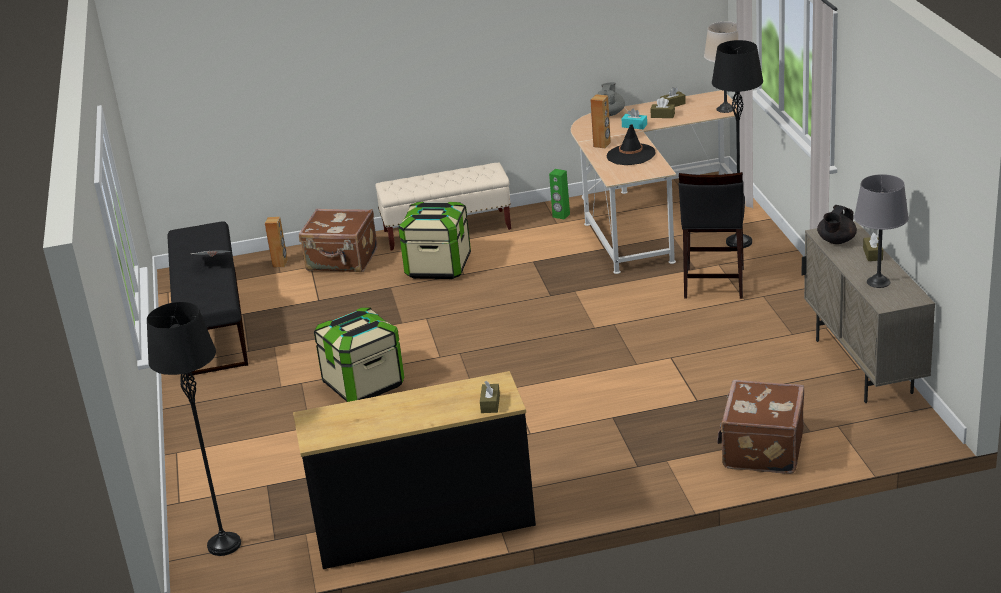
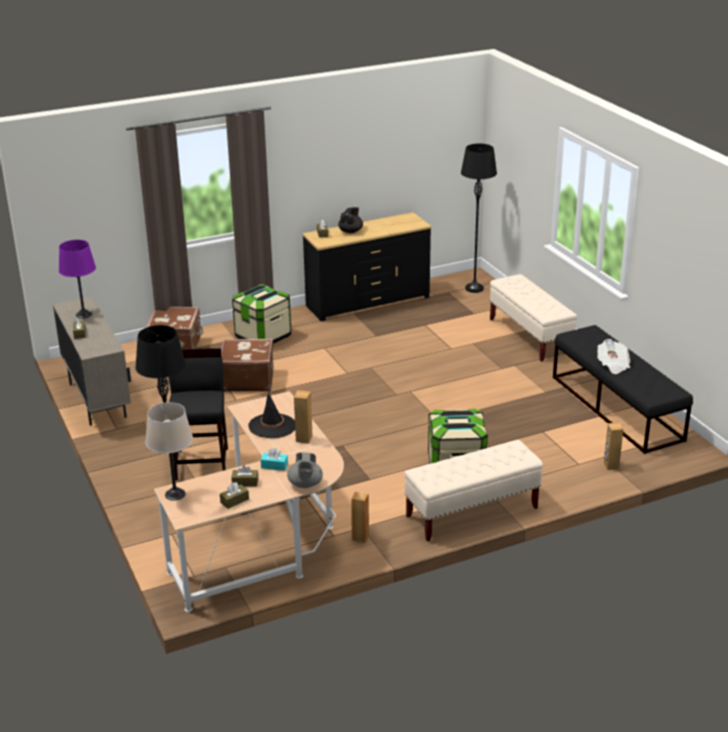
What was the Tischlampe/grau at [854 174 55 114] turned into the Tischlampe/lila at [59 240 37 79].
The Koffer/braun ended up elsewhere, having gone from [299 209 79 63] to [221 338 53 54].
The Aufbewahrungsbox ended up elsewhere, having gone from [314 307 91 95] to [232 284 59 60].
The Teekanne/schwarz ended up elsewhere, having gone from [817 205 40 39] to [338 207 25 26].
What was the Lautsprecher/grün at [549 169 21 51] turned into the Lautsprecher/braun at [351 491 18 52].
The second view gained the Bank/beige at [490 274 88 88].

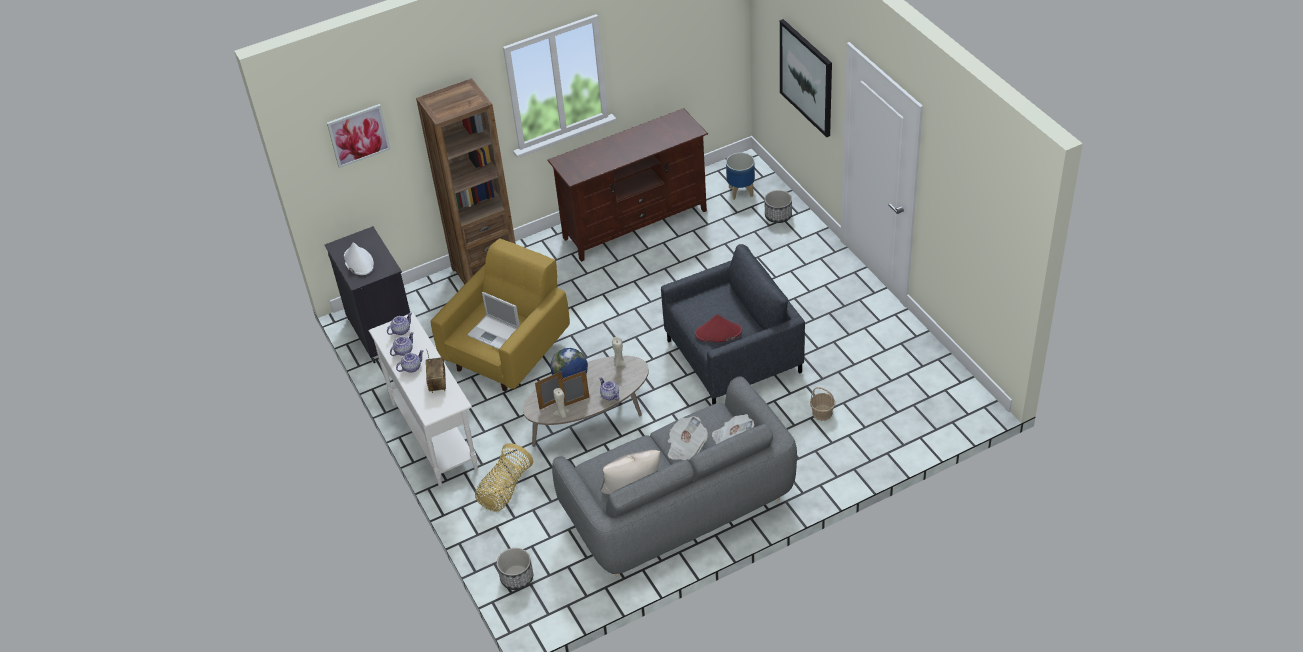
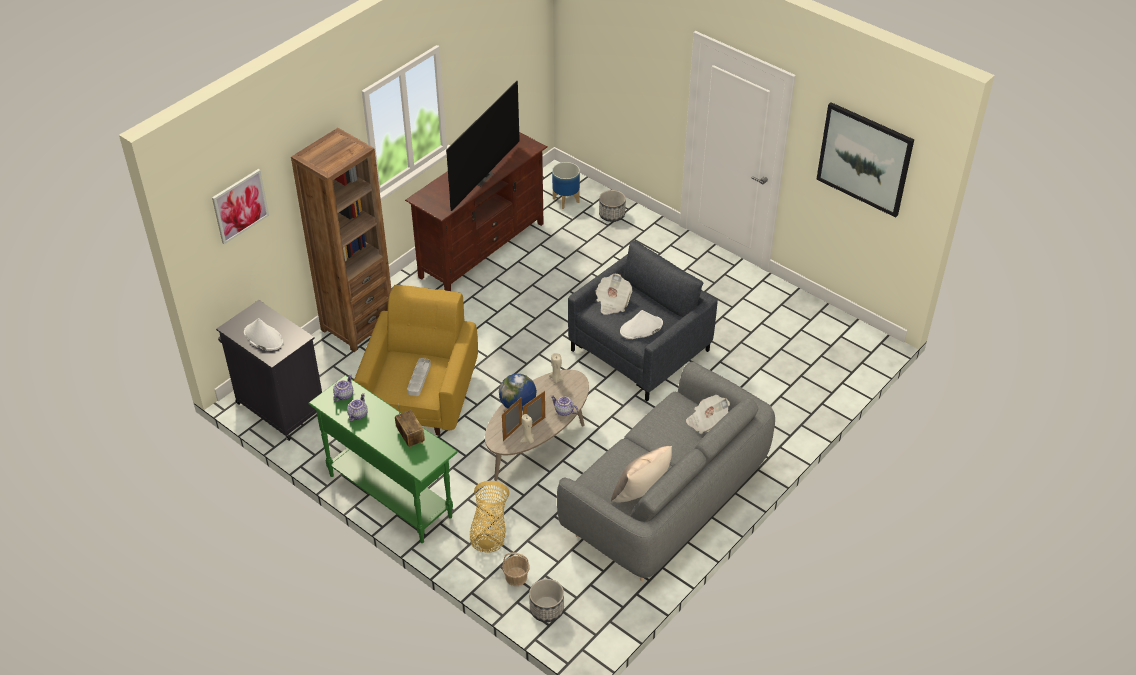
What was the Konsolentisch/weiß at [369 312 109 174] turned into the Konsolentisch/grün at [308 375 150 168].
Where the Laptop stood at [467 292 53 57], the Tablett/grau came to stand at [407 358 24 38].
The second view gained the Fernseher at [446 81 74 130].
The Korb ended up elsewhere, having gone from [810 387 25 34] to [502 552 28 34].
The Zeitung ended up elsewhere, having gone from [668 416 40 44] to [595 274 37 41].
What was the Hut/rot at [695 314 47 28] turned into the Hut/weiß at [620 310 43 29].
The Bild ended up elsewhere, having gone from [780 19 52 119] to [816 102 98 116].
The second view lost the Teekanne at [396 350 28 23].

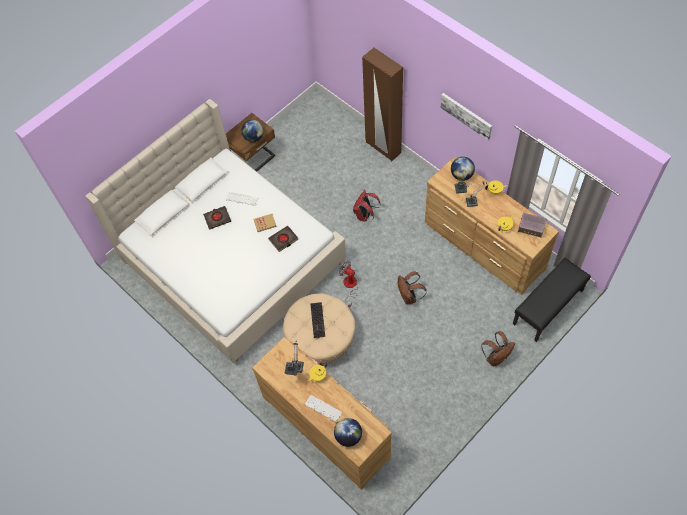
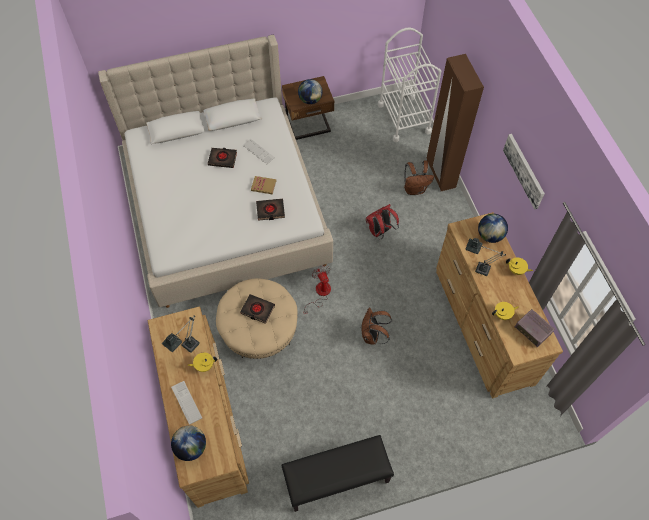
Where the Tastatur stood at [310 302 15 36], the Buch/schwarz came to stand at [241 294 34 30].
The Bank/schwarz ended up elsewhere, having gone from [513 258 78 84] to [281 435 113 77].
The second view gained the Rollwagen/weiß at [378 27 63 115].
The Rucksack/braun ended up elsewhere, having gone from [481 331 34 35] to [404 160 30 35].

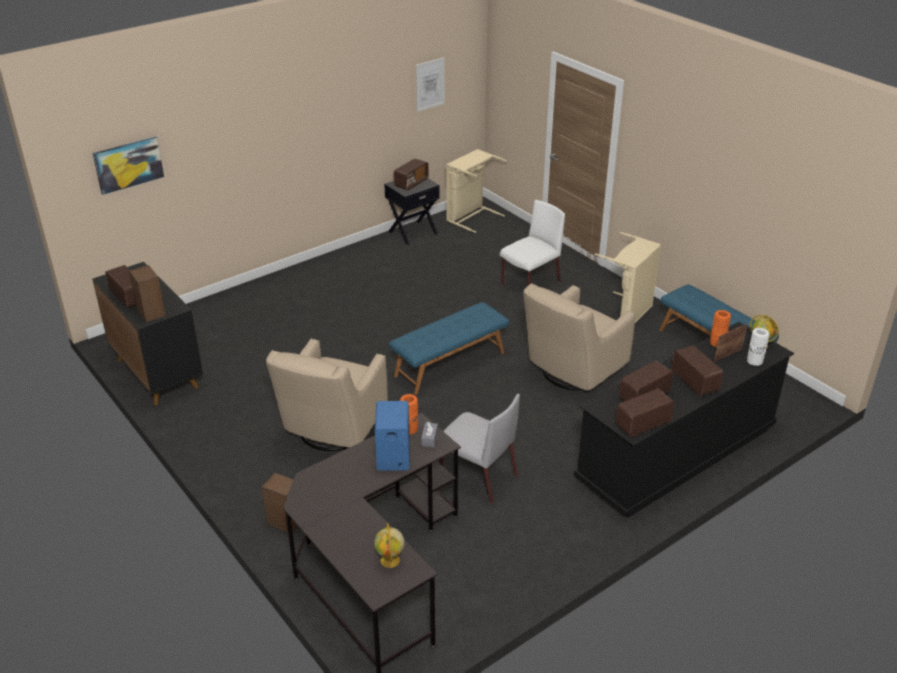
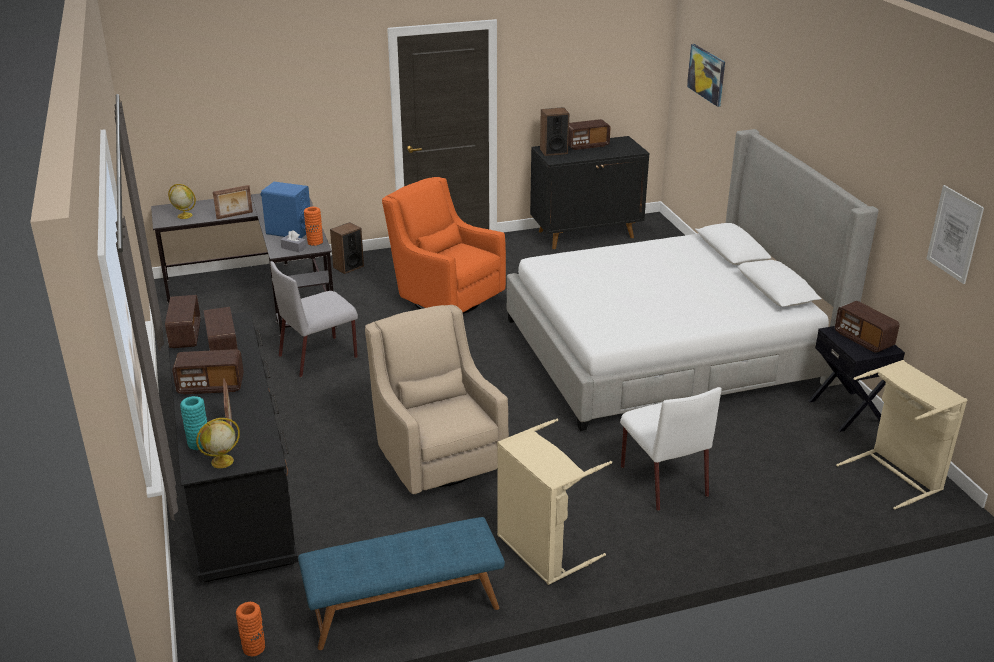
What was the Vase/weiß at [747 328 22 38] turned into the Vase/türkis at [180 396 27 54].
The second view gained the Bilderrahmen at [213 185 40 34].
The Vase/orange ended up elsewhere, having gone from [710 310 21 37] to [236 602 29 54].
What was the Sessel/beige at [266 339 122 112] turned into the Sessel/orange at [382 177 124 137].
The second view gained the Bett at [507 129 371 302].
The second view lost the Bank/blau at [389 302 120 93].

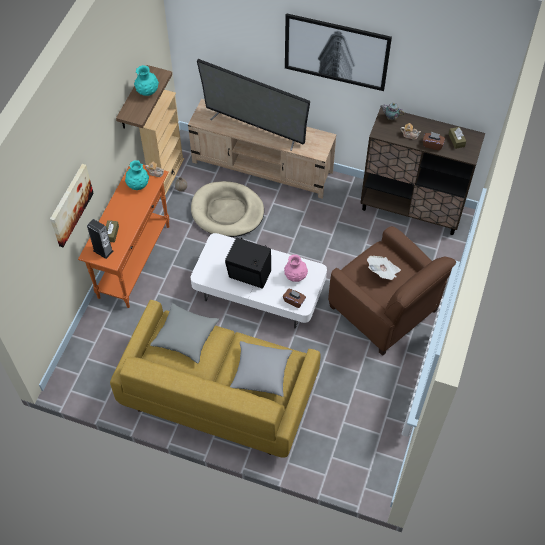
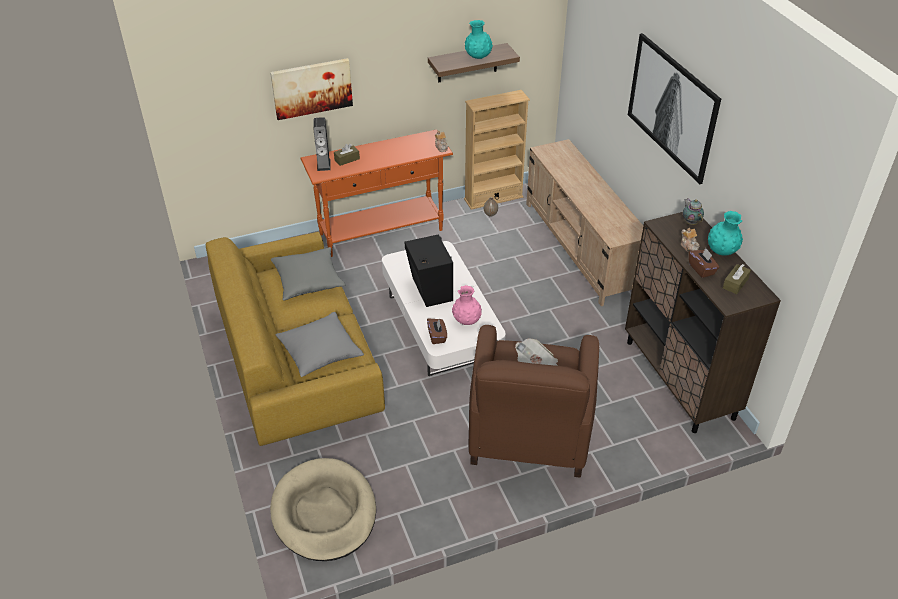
The Hundebett/beige ended up elsewhere, having gone from [191 181 73 56] to [270 458 106 103].
The Vase/türkis ended up elsewhere, having gone from [125 160 24 30] to [708 211 35 44].
The second view lost the Fernseher at [197 59 113 92].

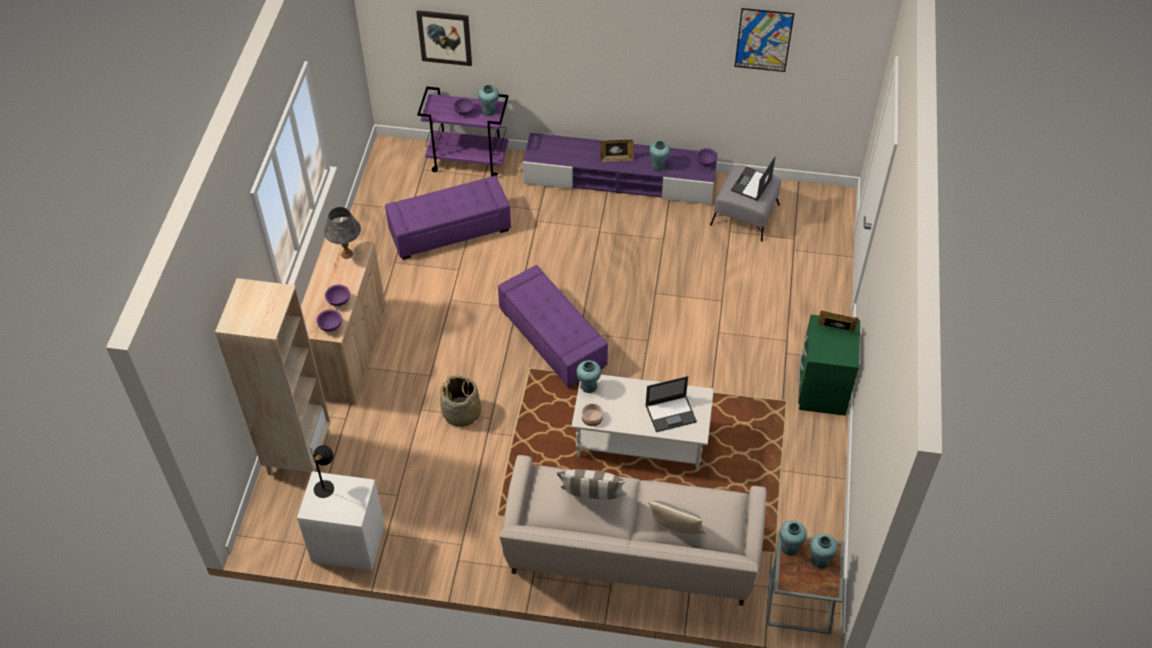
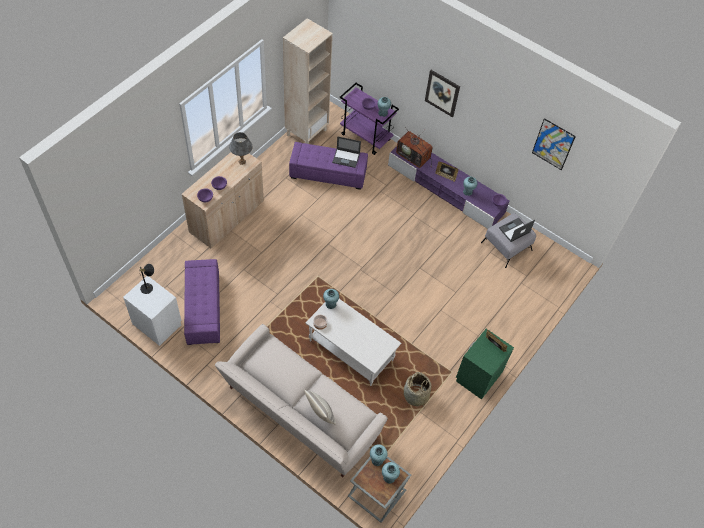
The Polsterhocker/lila ended up elsewhere, having gone from [498 265 110 123] to [184 259 36 86].
The Bücherregal/beige ended up elsewhere, having gone from [215 278 115 199] to [283 18 50 126].
The Laptop ended up elsewhere, having gone from [646 376 51 56] to [332 136 29 32].
The second view gained the Fernseher at [396 127 37 41].
The Korb ended up elsewhere, having gone from [440 376 41 51] to [404 372 28 35].
The Bild ended up elsewhere, having gone from [416 10 56 56] to [425 70 35 47].
The second view lost the Kissen at [556 469 71 31].

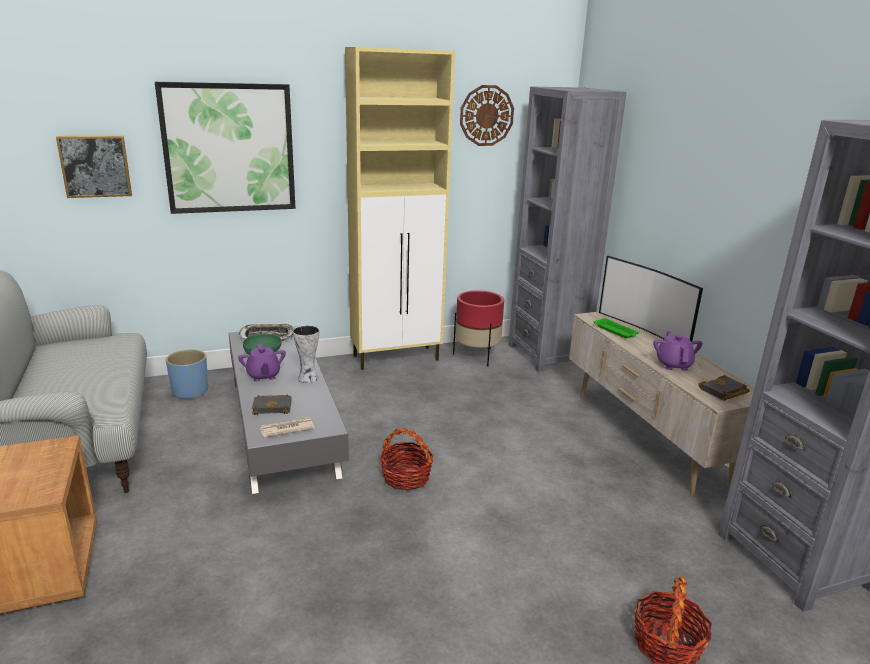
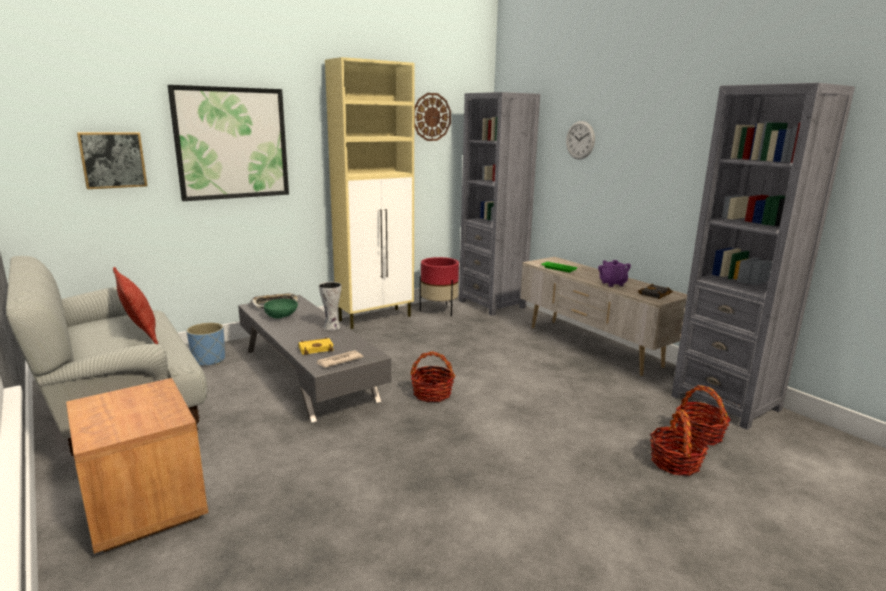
The second view gained the Kissen at [113 267 45 77].
What was the Buch/schwarz at [252 394 40 21] turned into the Buch/gelb at [299 337 35 18].
The second view gained the Wanduhr at [566 121 29 39].
The second view gained the Korb at [676 385 55 60].
The second view lost the Teekanne/lila at [238 344 48 38].
The second view lost the Fernseher at [599 256 104 86].

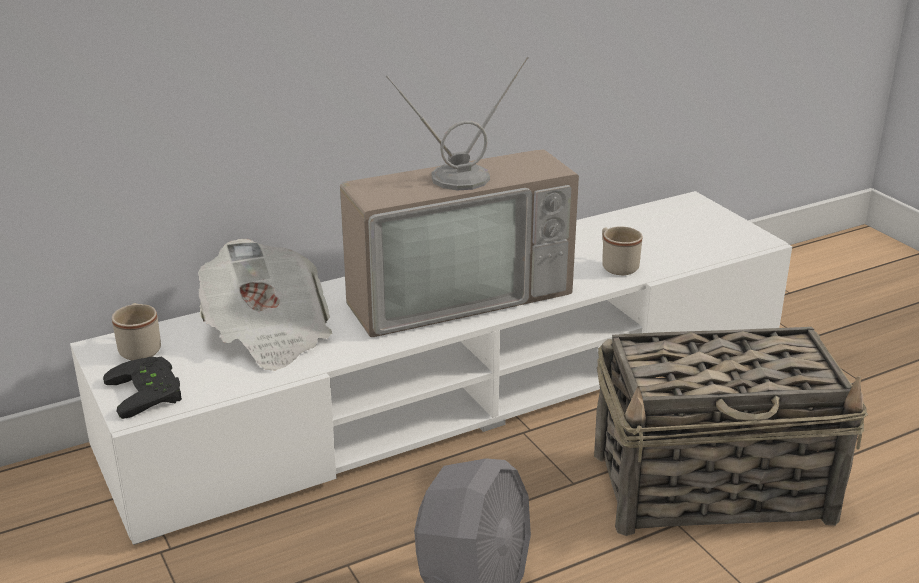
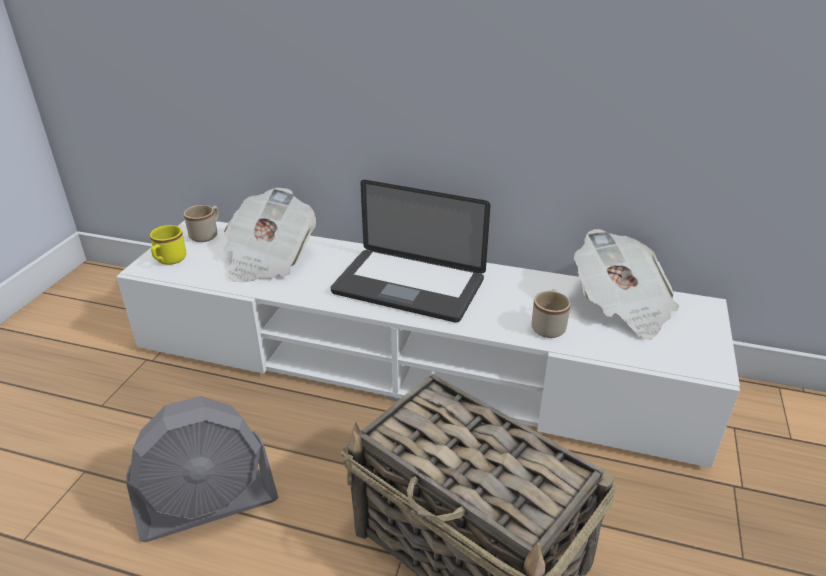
Where the Gamepad/schwarz stood at [103 357 79 62], the Henkelbecher/gelb came to stand at [150 225 36 40].
Where the Fernseher stood at [340 57 239 280], the Laptop came to stand at [331 180 160 143].
The second view gained the Zeitung at [574 229 105 111].

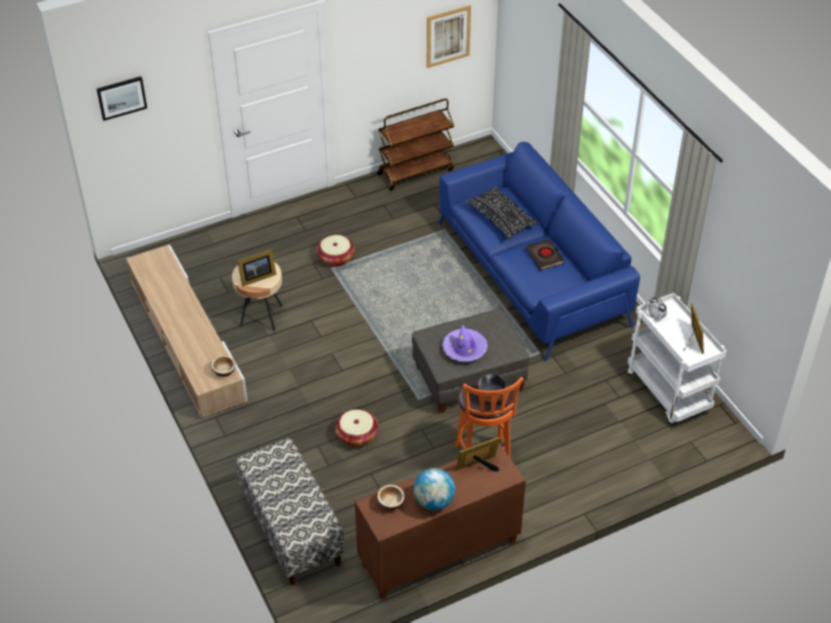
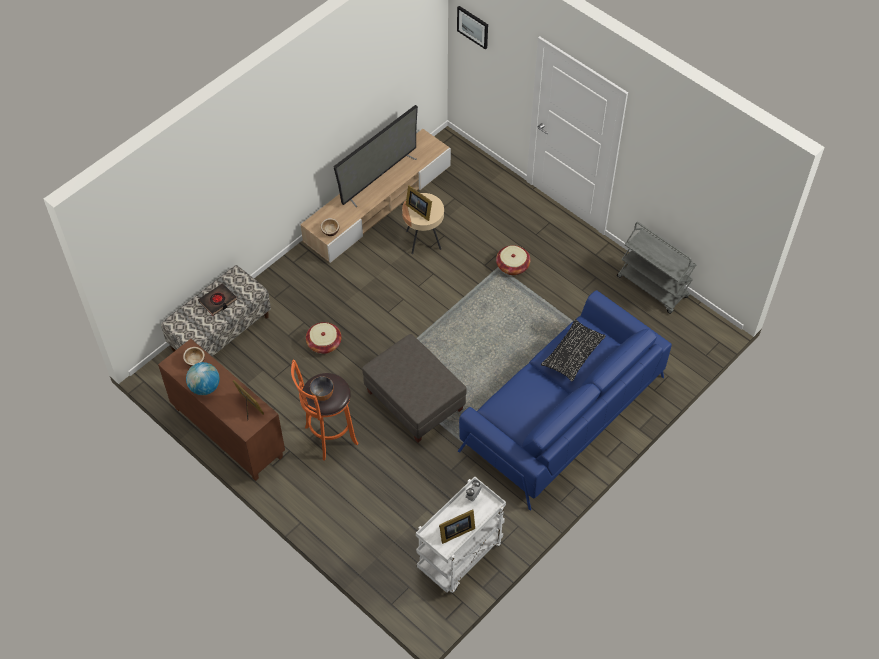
The Buch/schwarz ended up elsewhere, having gone from [526 239 38 31] to [198 283 39 33].
The second view gained the Fernseher at [334 105 84 102].
What was the Rollwagen/braun at [377 98 77 93] turned into the Rollwagen/grau at [617 222 79 92].
The second view lost the Bild at [427 5 44 63].
The second view lost the Hut/lila at [442 324 46 38].

